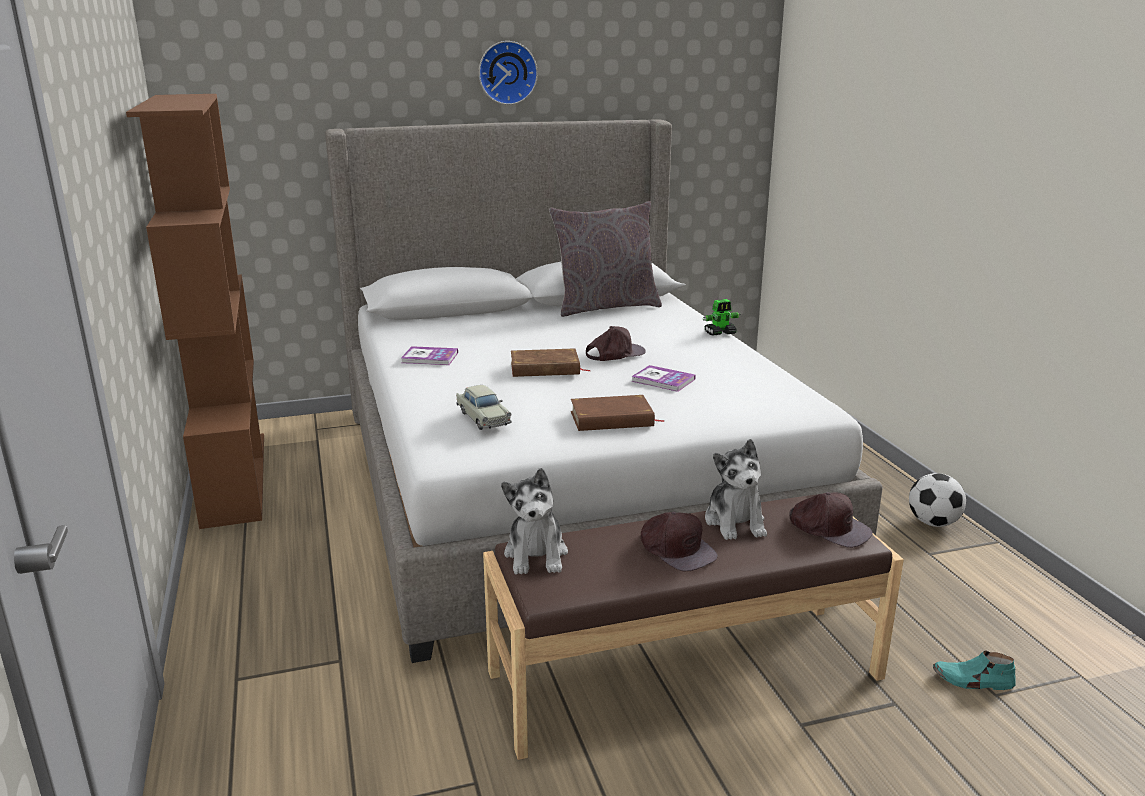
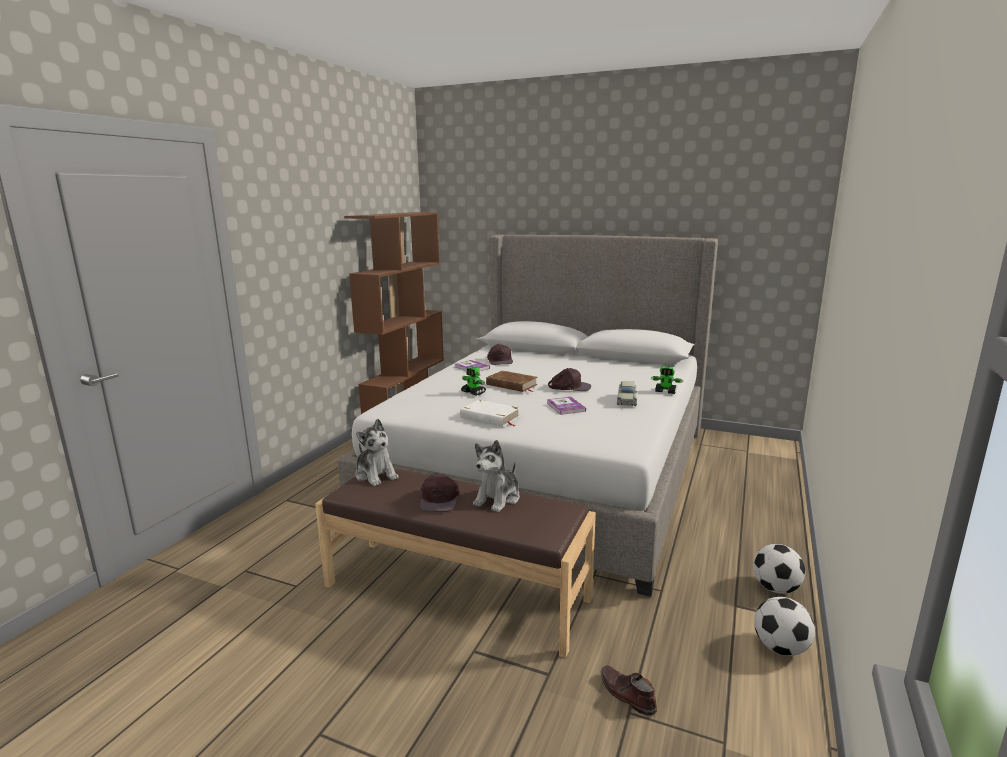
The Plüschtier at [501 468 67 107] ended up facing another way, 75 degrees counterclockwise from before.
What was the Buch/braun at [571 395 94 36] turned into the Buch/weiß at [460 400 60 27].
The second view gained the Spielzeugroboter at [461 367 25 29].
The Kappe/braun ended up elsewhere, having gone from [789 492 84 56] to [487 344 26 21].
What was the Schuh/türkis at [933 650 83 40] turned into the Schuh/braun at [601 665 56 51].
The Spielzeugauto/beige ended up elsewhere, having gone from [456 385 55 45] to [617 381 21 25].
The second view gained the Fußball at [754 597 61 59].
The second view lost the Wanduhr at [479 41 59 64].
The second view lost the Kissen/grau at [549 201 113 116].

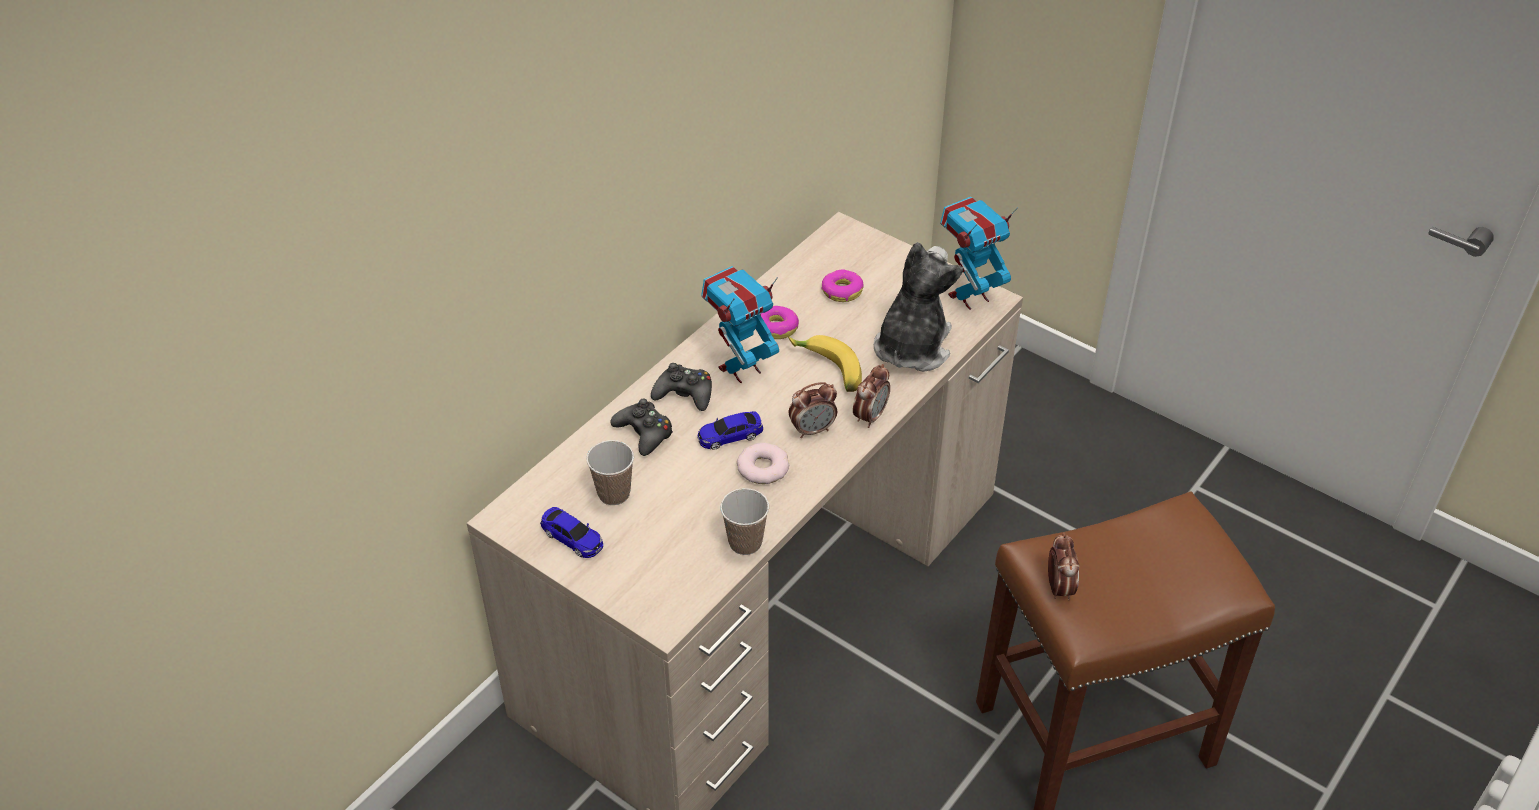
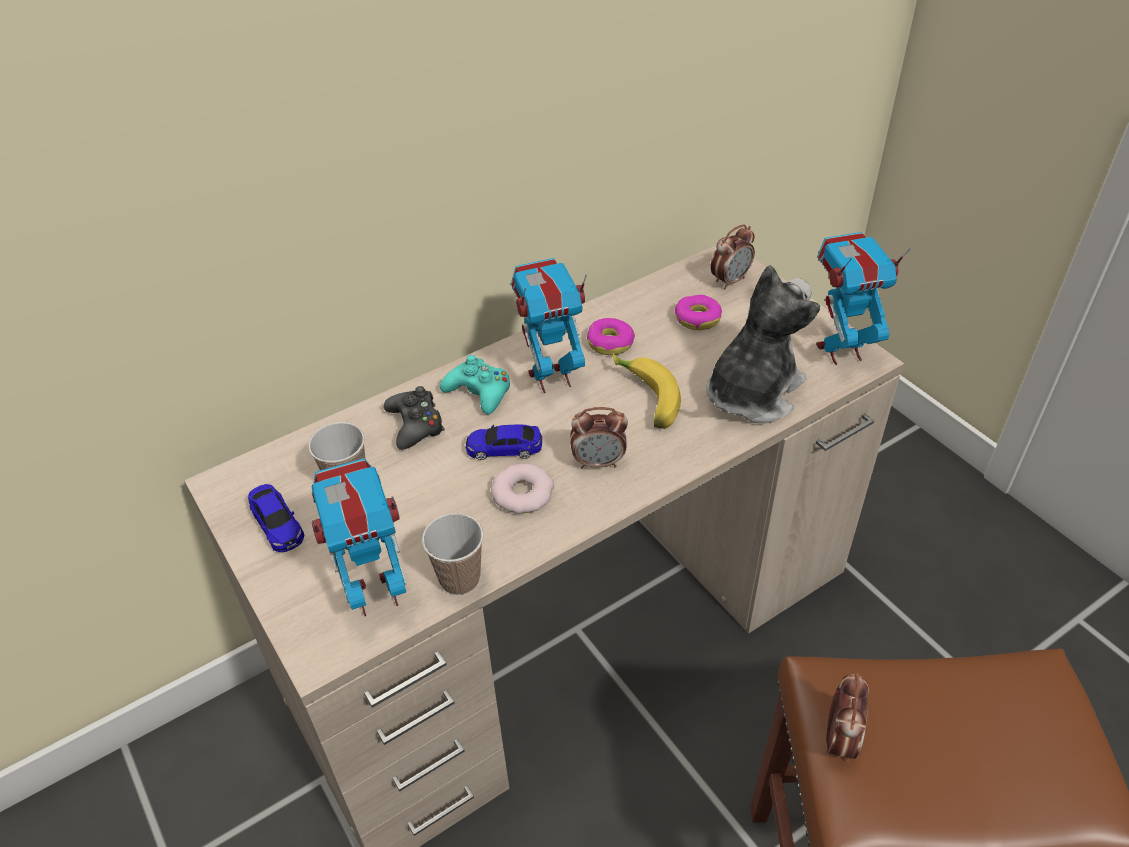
The second view gained the Spielzeugroboter at [311 458 95 158].
What was the Gamepad/schwarz at [651 363 61 48] turned into the Gamepad/türkis at [440 355 70 59].
The Wecker ended up elsewhere, having gone from [853 364 37 64] to [710 224 45 65].

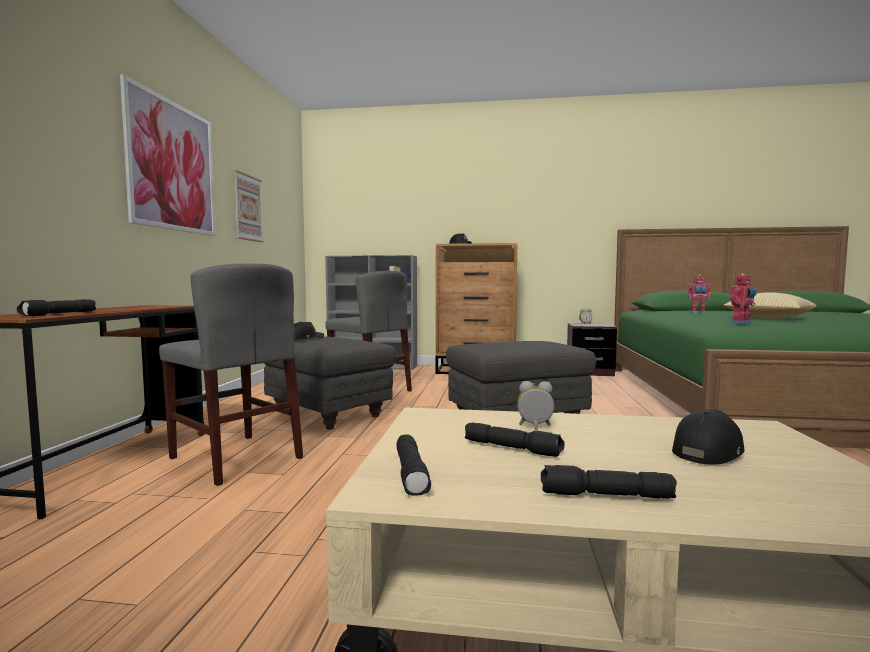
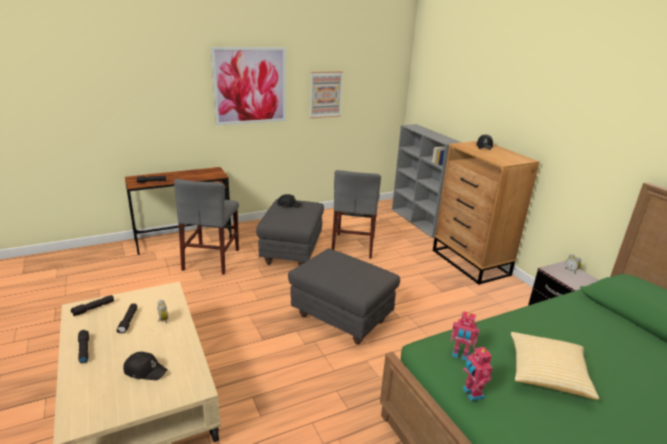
The Spielzeugroboter ended up elsewhere, having gone from [688 274 23 40] to [462 345 31 56].

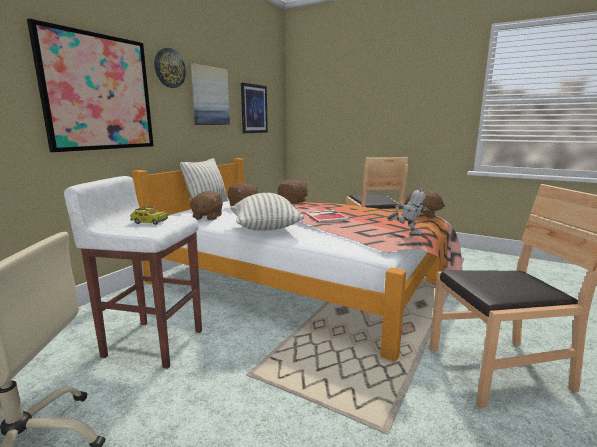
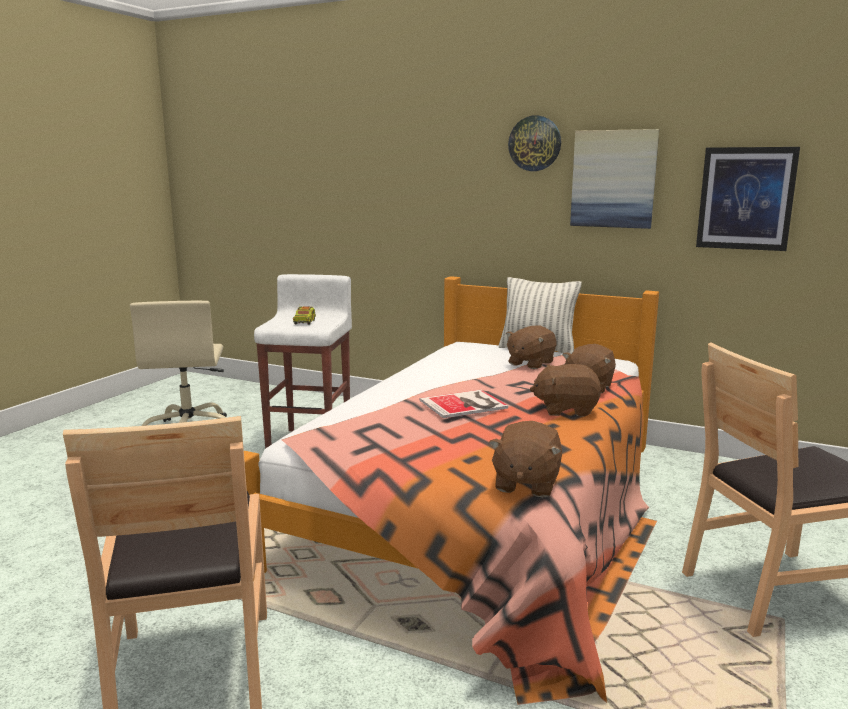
The Plüschtier/braun ended up elsewhere, having gone from [188 191 35 29] to [530 364 71 53].
The second view lost the Bild at [27 18 127 134].
The second view lost the Kissen at [230 193 74 38].
The second view lost the Spielzeugroboter at [387 188 42 48].

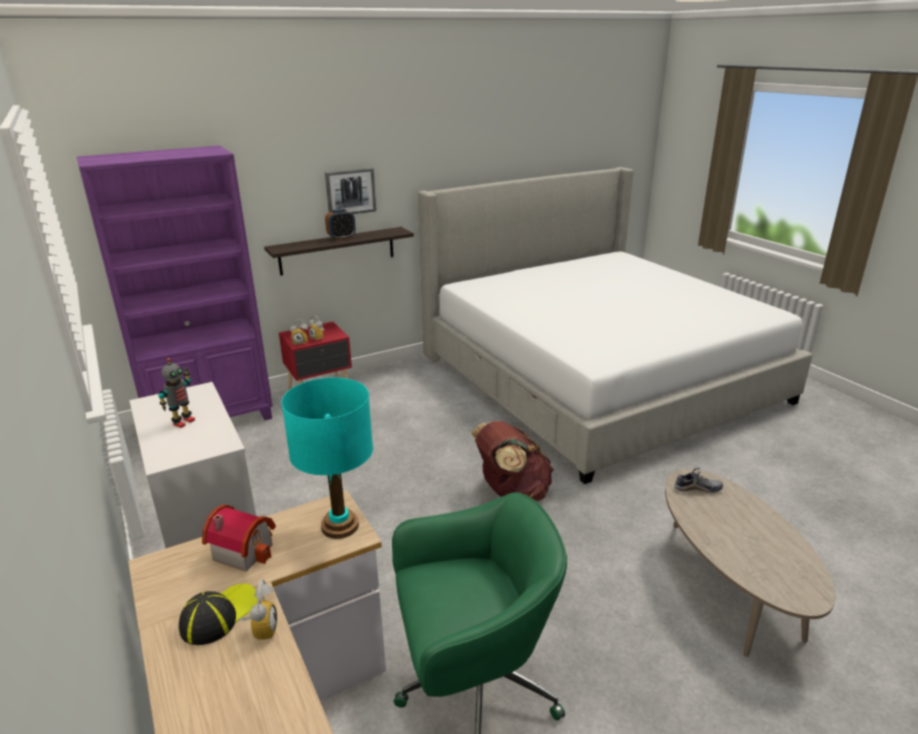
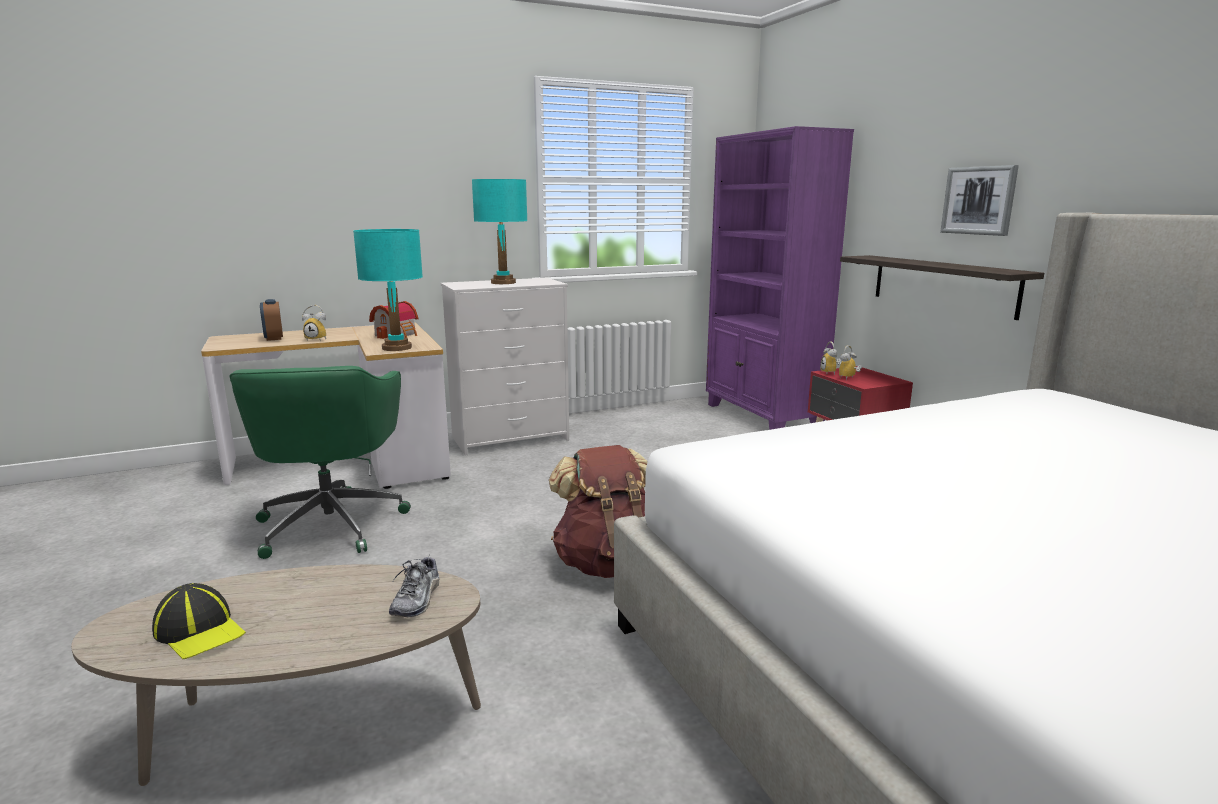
The Kappe ended up elsewhere, having gone from [179 583 78 62] to [152 583 94 76].
The Wecker ended up elsewhere, having gone from [325 209 31 31] to [260 299 23 42].
Where the Spielzeugroboter stood at [158 358 37 70], the Tischlampe/türkis came to stand at [472 179 55 105].

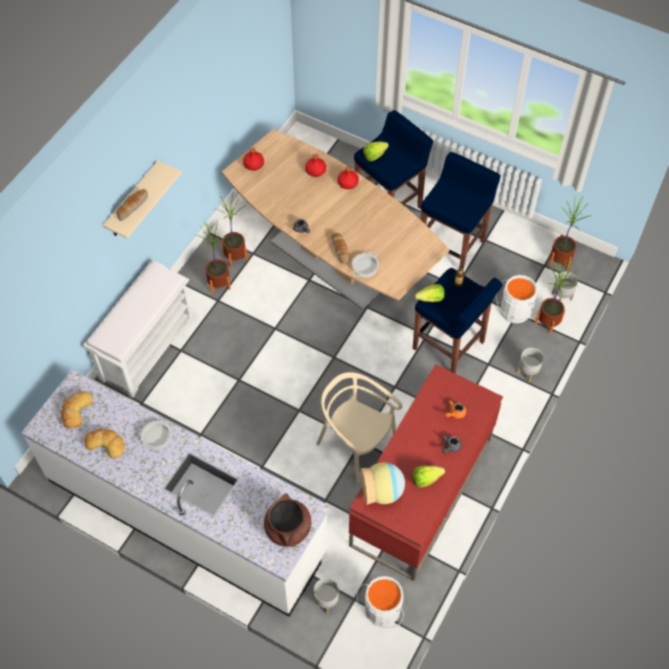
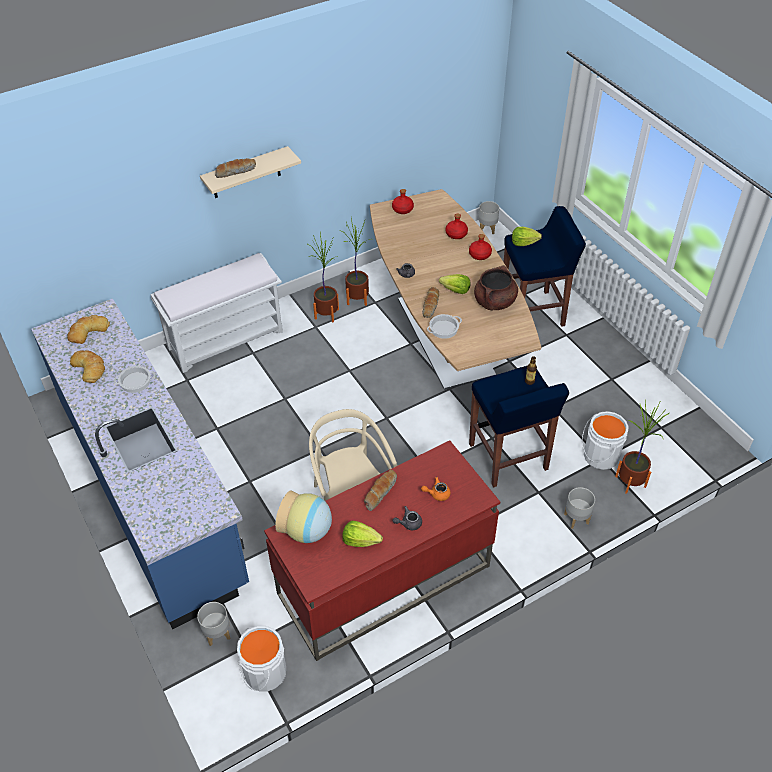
What was the Küchenzeile/weiß at [21 370 309 247] turned into the Küchenzeile/blau at [31 299 218 330].
The second view gained the Brot at [364 470 33 41].
The Salatkopf ended up elsewhere, having gone from [415 284 30 18] to [439 274 31 20].
The Kochtopf/braun ended up elsewhere, having gone from [264 493 47 54] to [474 265 44 45].
The Pflanzkübel/grau ended up elsewhere, having gone from [552 272 26 29] to [478 201 21 33].
The second view lost the Hocker/blau at [420 152 81 118].
The second view lost the Topfpflanze at [549 197 44 73].

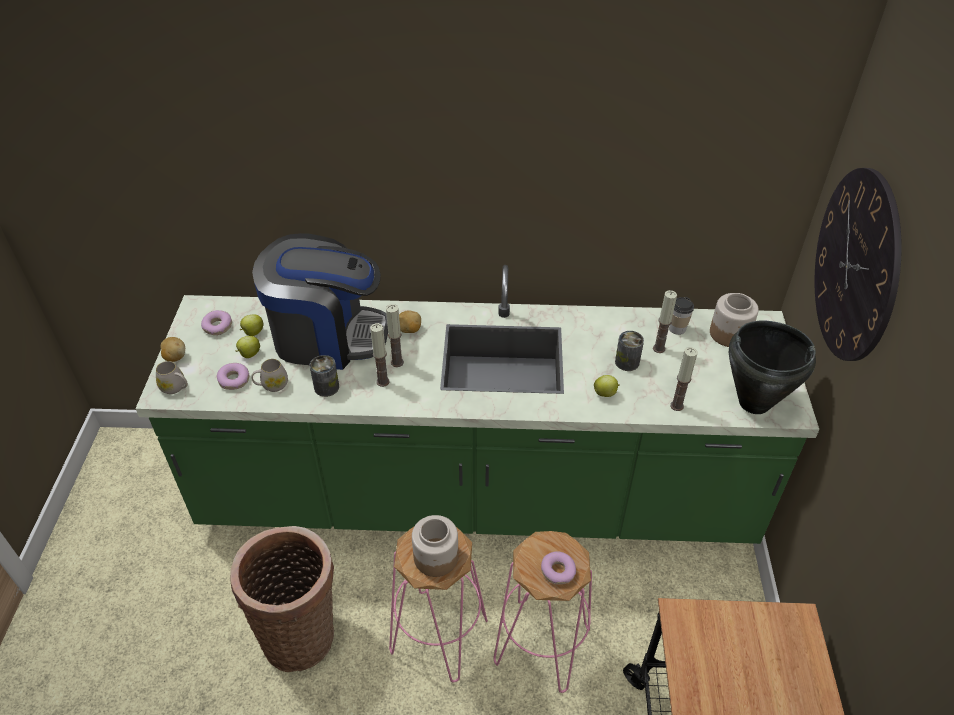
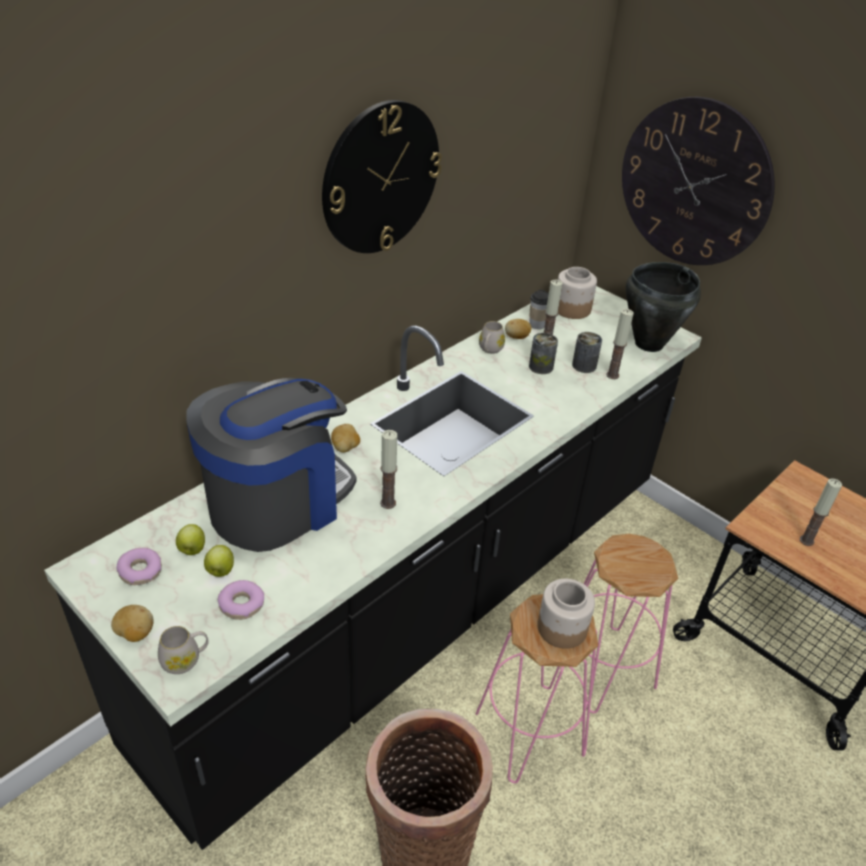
What was the Küchenzeile/grün at [135 265 684 279] turned into the Küchenzeile/schwarz at [44 286 658 564].
The second view gained the Wanduhr at [322 100 120 153].
The Henkelbecher/weiß ended up elsewhere, having gone from [251 359 37 33] to [479 321 26 33].
The second view gained the Kartoffel at [505 319 27 20].
The Dose ended up elsewhere, having gone from [310 355 29 42] to [572 332 30 41].
The Kerze ended up elsewhere, having gone from [386 304 18 63] to [800 478 42 68].
The second view lost the Donut at [541 551 35 34].
The second view lost the Apfel at [594 375 26 22].

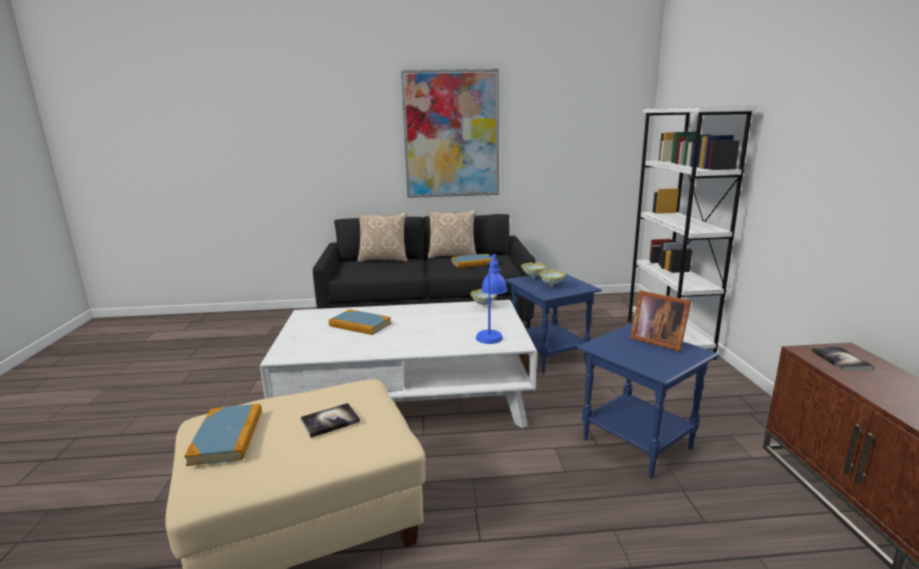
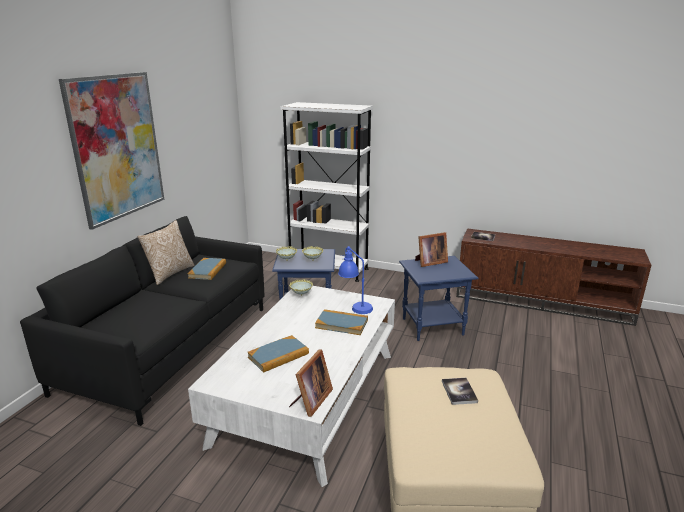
The second view gained the Bilderrahmen at [289 349 44 68].
The Buch ended up elsewhere, having gone from [184 404 78 62] to [315 309 53 26].
The second view lost the Kissen at [357 213 51 49].

